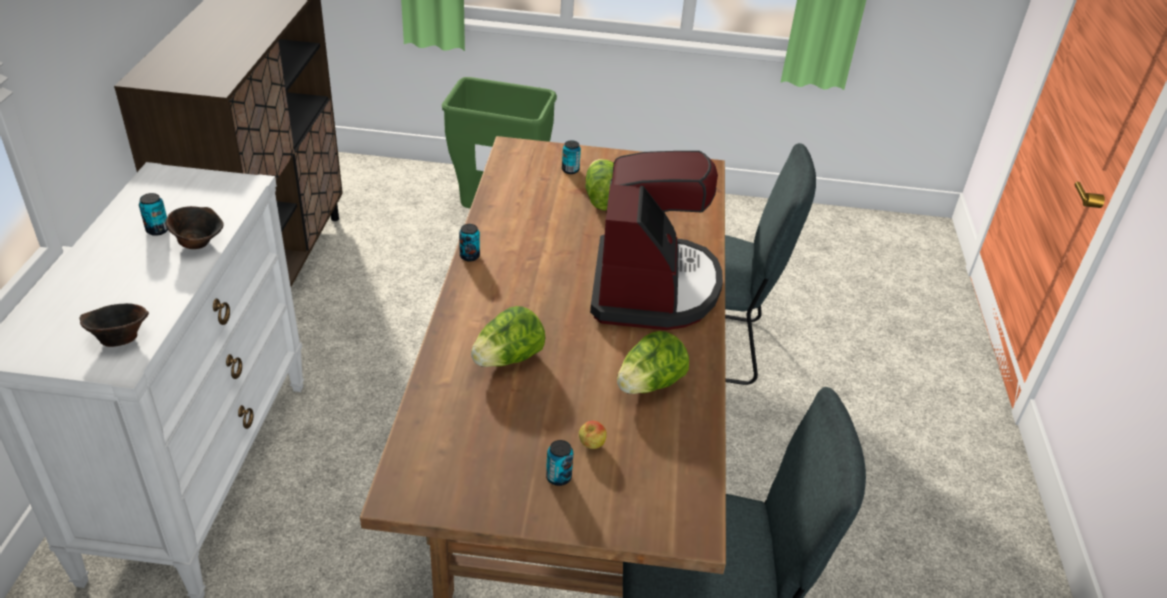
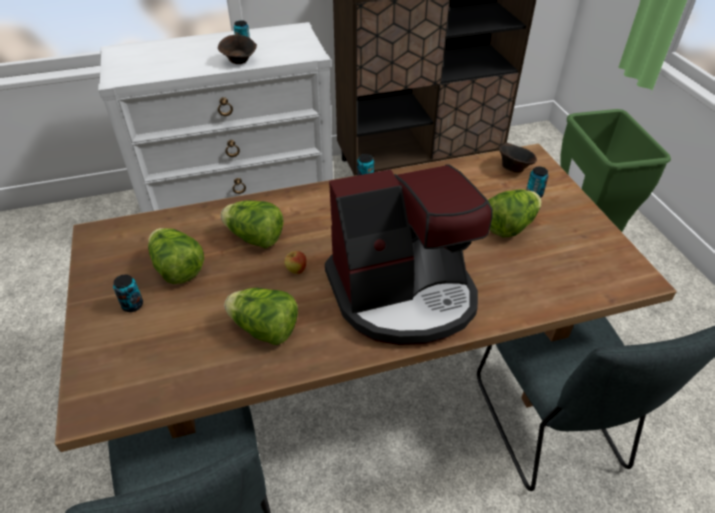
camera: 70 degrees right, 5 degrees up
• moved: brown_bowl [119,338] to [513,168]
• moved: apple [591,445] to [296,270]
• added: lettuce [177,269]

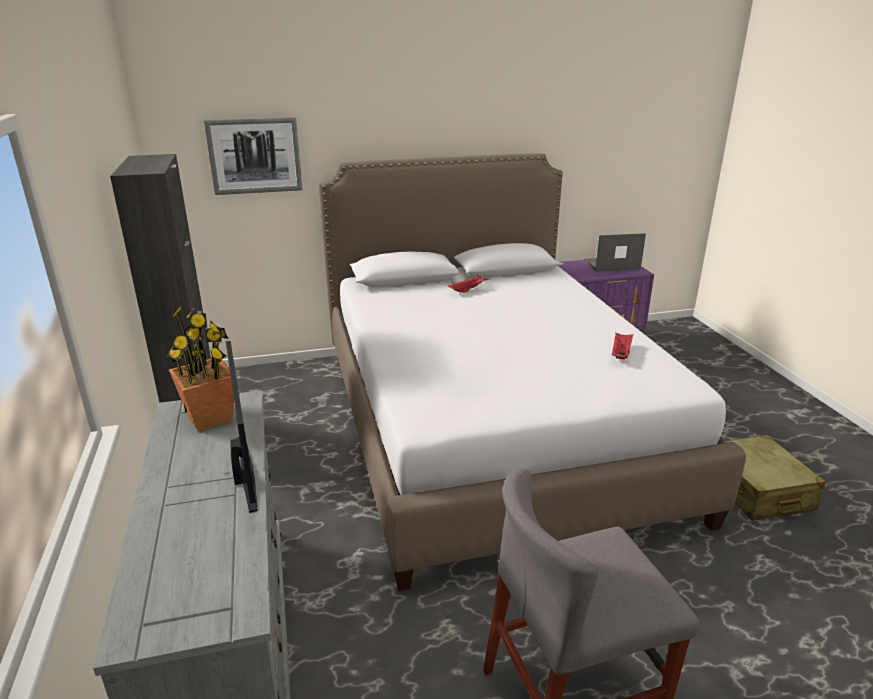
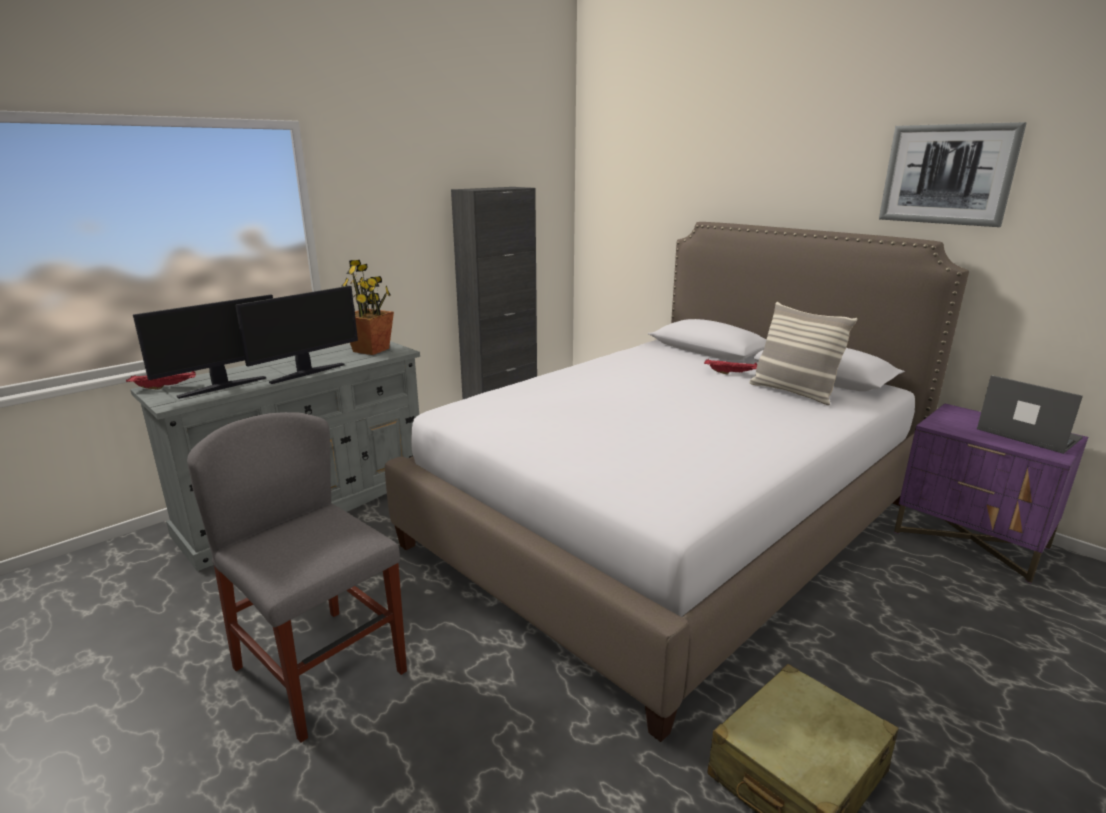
camera: 60 degrees right, 5 degrees down
• moved: picture [255,156] to [947,174]
• moved: red_tray [620,353] to [165,387]
• added: monitor [222,386]
• added: pillow [793,392]

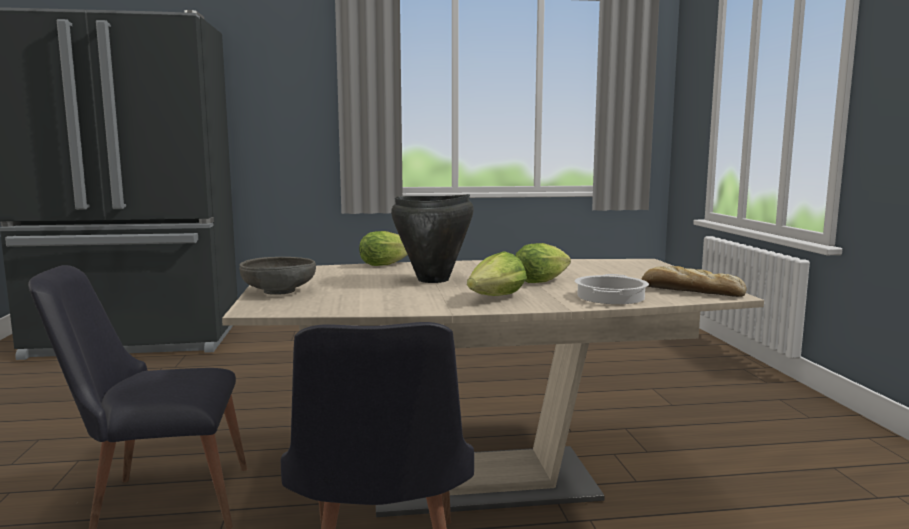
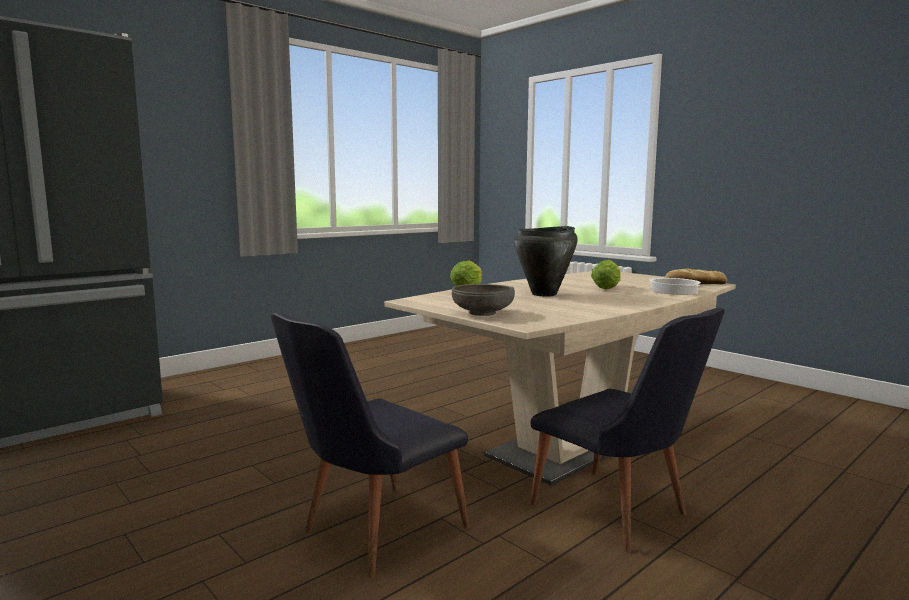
camera: 35 degrees left, 0 degrees up
• removed: lettuce [496,298]

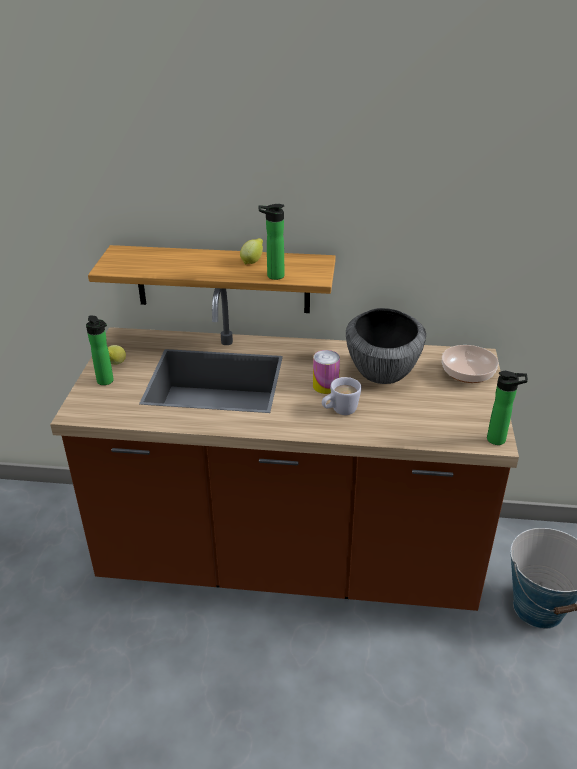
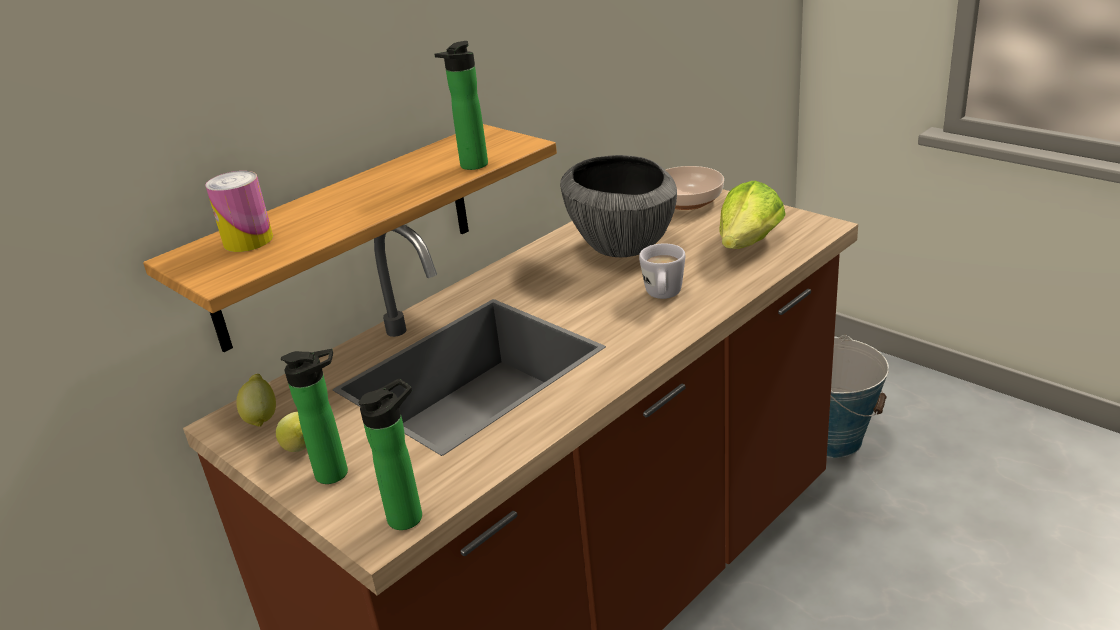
camera: 50 degrees left, 5 degrees down
• moved: lemon [252,261] to [261,417]
• moved: can [325,386] to [248,240]
• moved: bottle [499,440] to [410,515]
• added: lettuce [748,243]

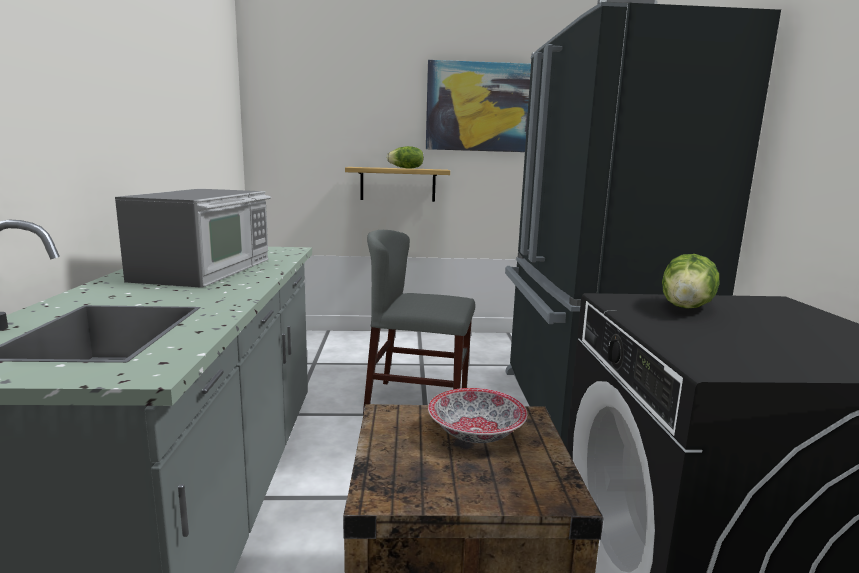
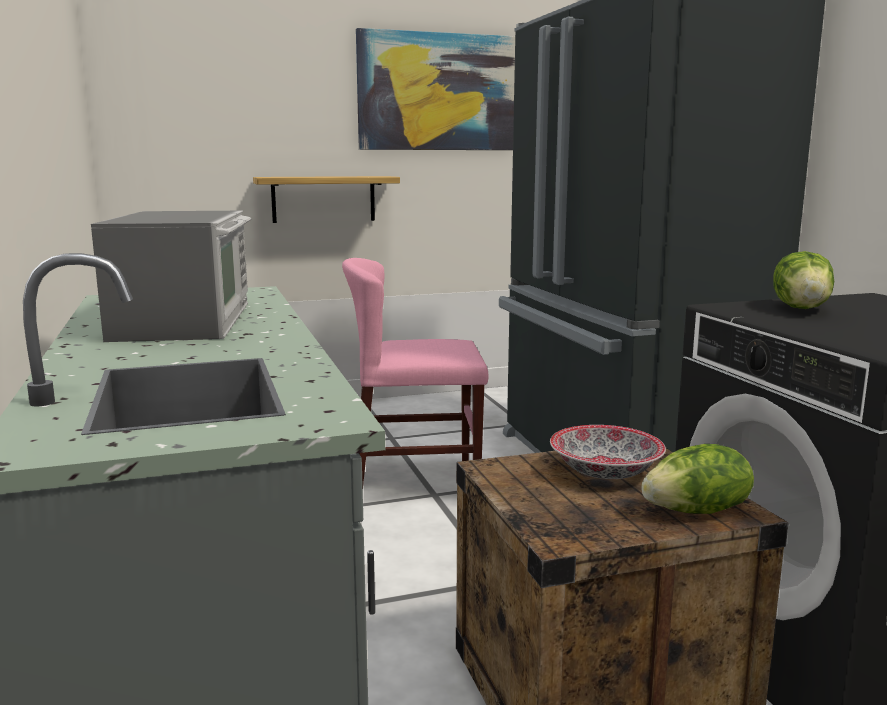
camera: 15 degrees left, 0 degrees up
• moved: lettuce [406,168] to [697,511]
• recoloured: grey_chair [418,402] to pink_chair [415,482]

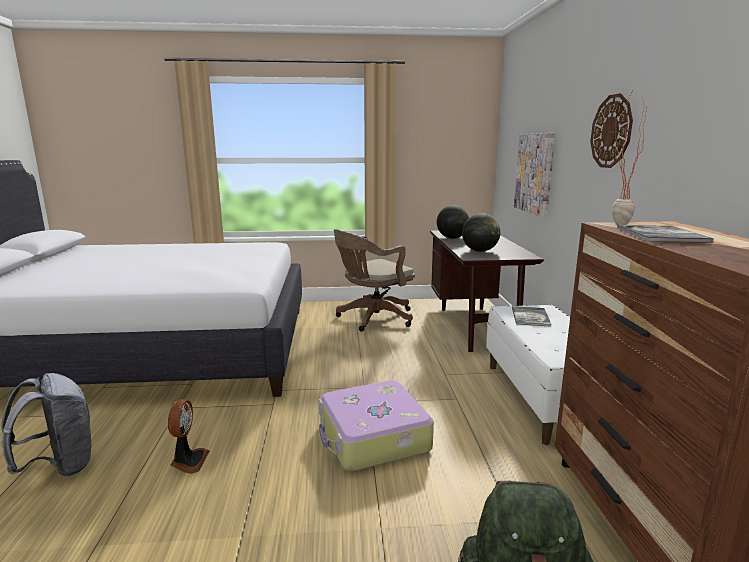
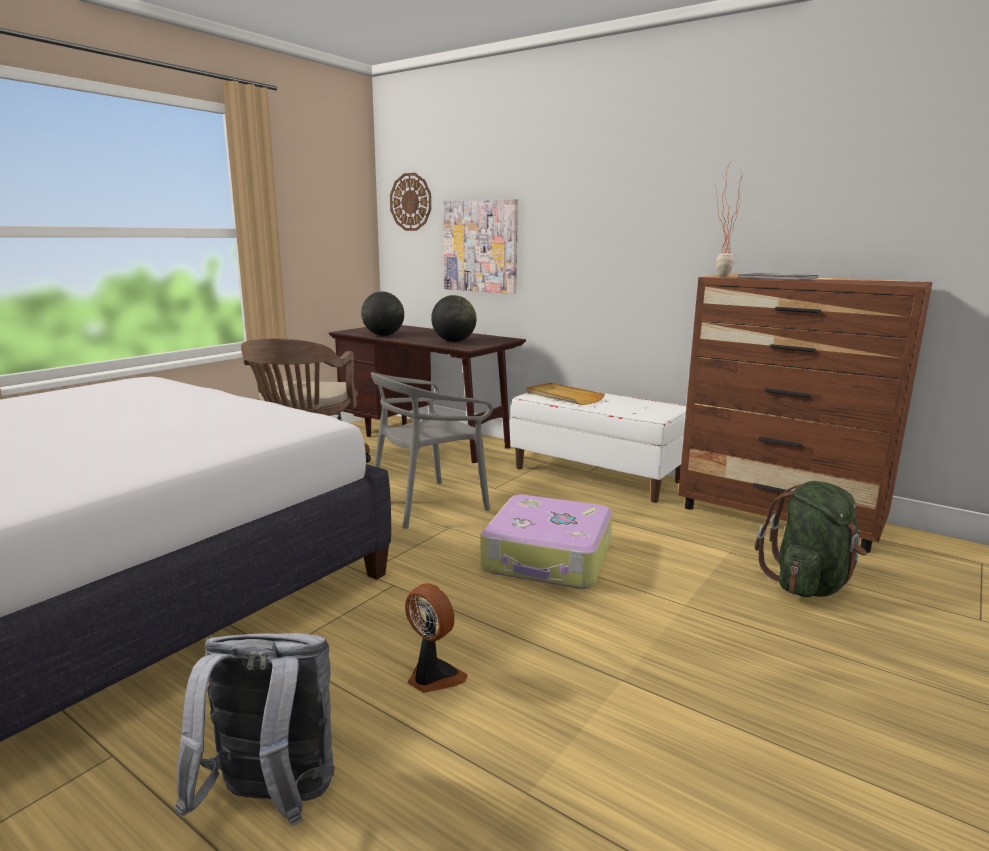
camera: 50 degrees left, 0 degrees up
• moved: wall_clock [611,131] to [411,202]
• replaced: book [530,317] to beige_tray [563,396]
• added: grey_chair [428,504]

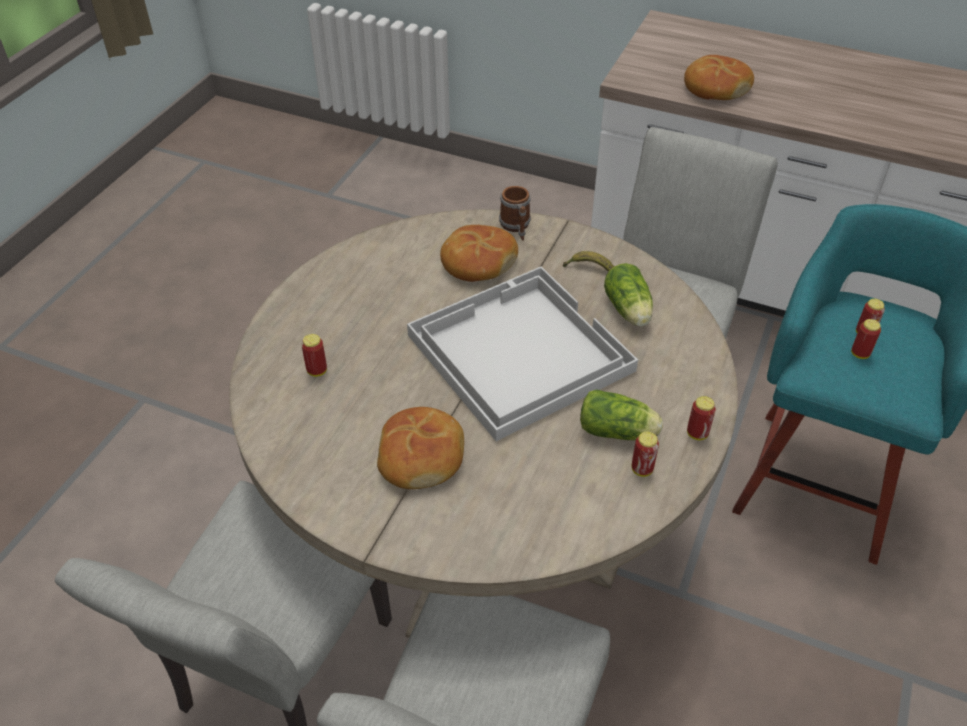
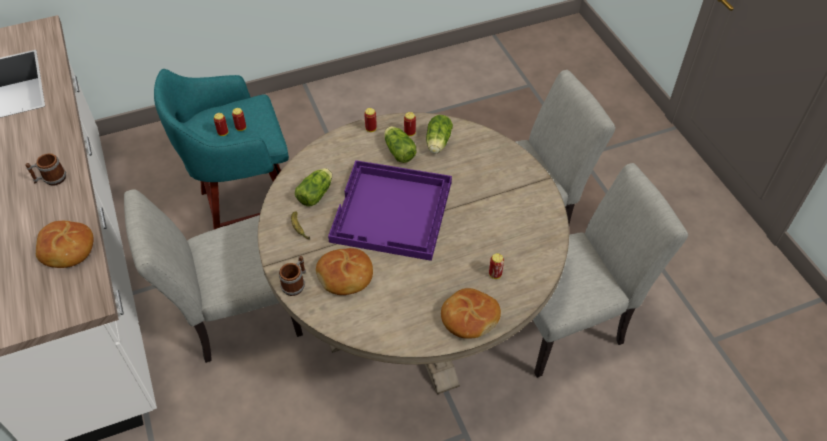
camera: 135 degrees left, 5 degrees up
• recoloured: white_tray [517,352] to purple_tray [392,212]
• moved: bread [422,456] to [469,318]
• added: lettuce [437,143]
• added: mug [51,179]

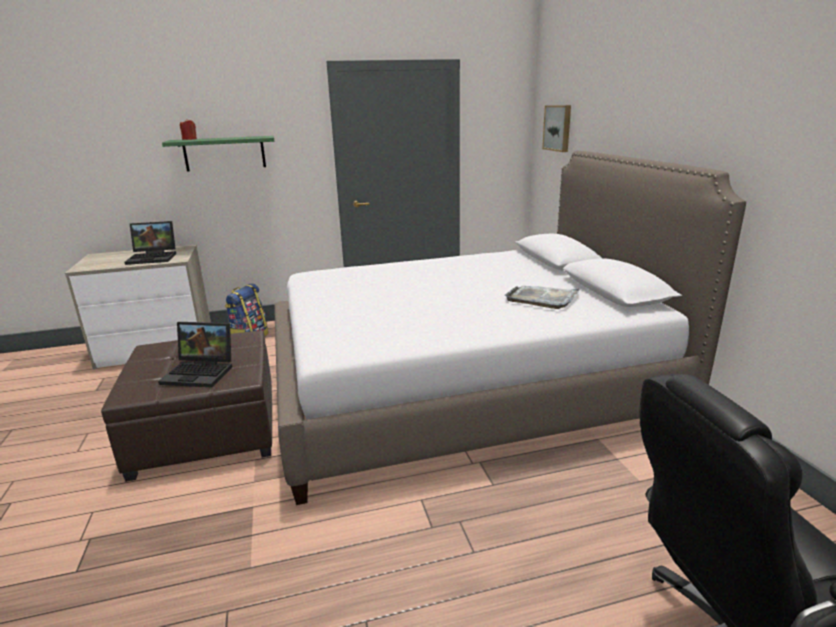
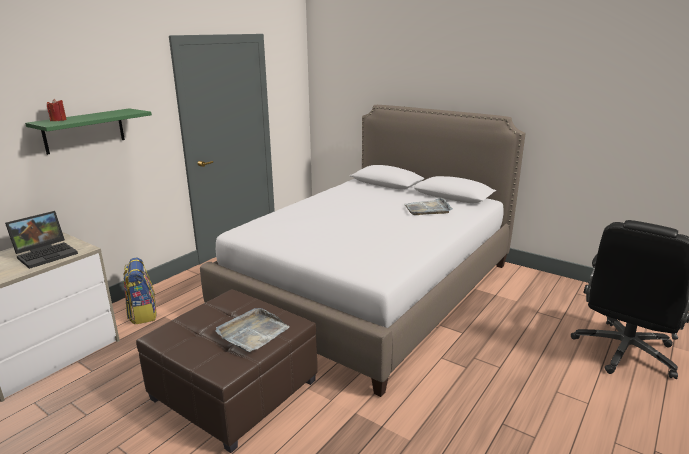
camera: 40 degrees left, 0 degrees up
• removed: picture [558,128]
• replaced: laptop [201,372] to grey_tray [252,332]

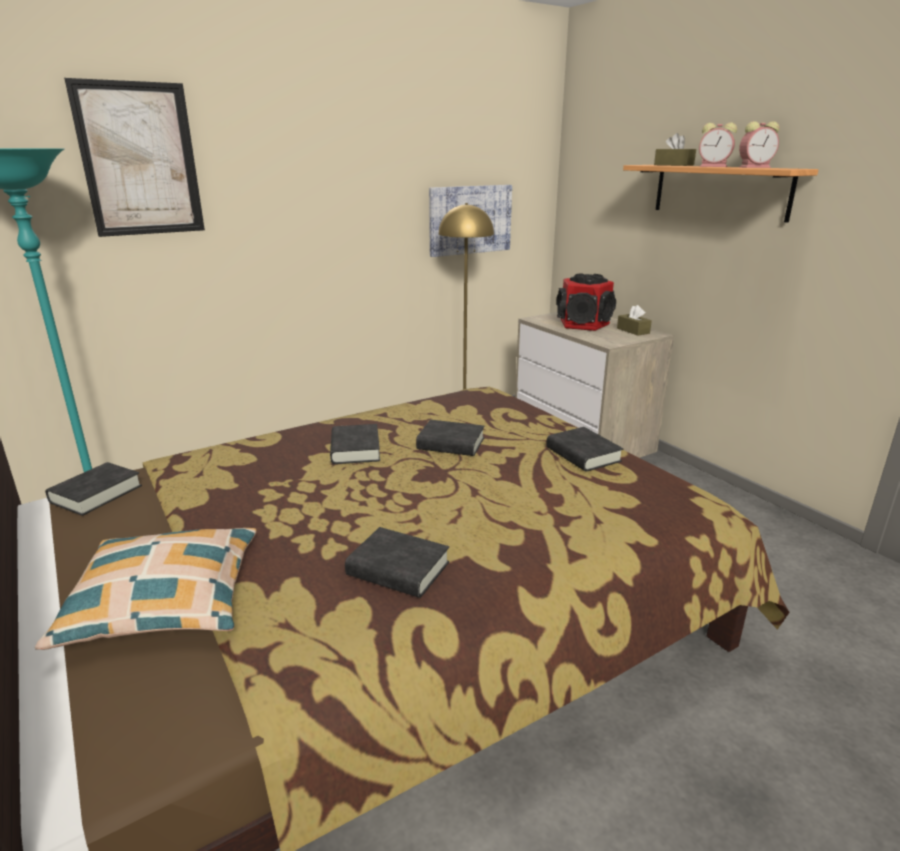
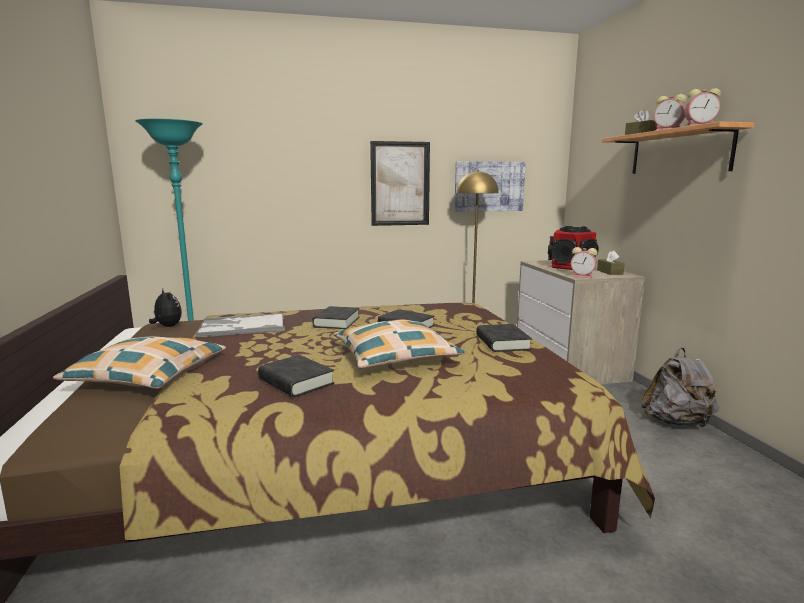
camera: 20 degrees right, 10 degrees down
• moved: picture [140,160] to [400,184]
• replaced: black_book [96,494] to plush_toy [167,326]
• added: alarm_clock [583,276]
• added: tray [242,326]
• added: pillow [395,356]
• added: grey_backpack [676,422]

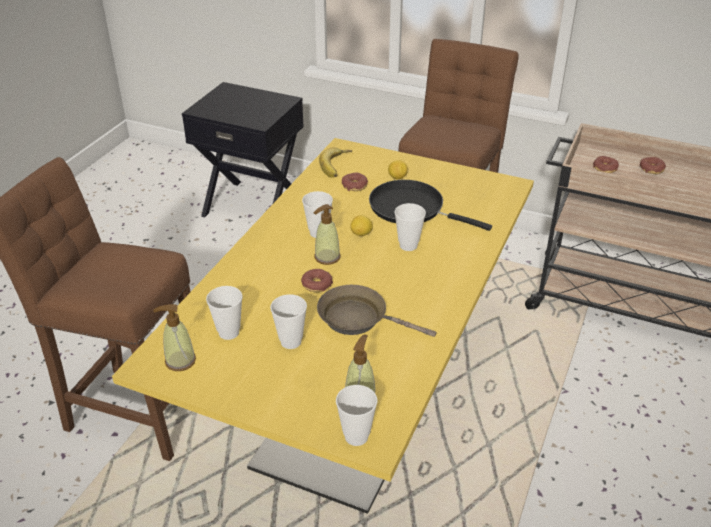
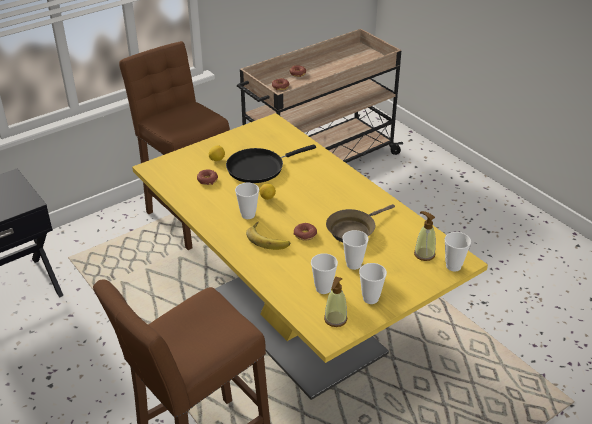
camera: 60 degrees left, 0 degrees up
• moved: banana [338,166] to [269,238]
• moved: cup [408,245] to [370,298]
• removed: soap_dispenser [327,257]

